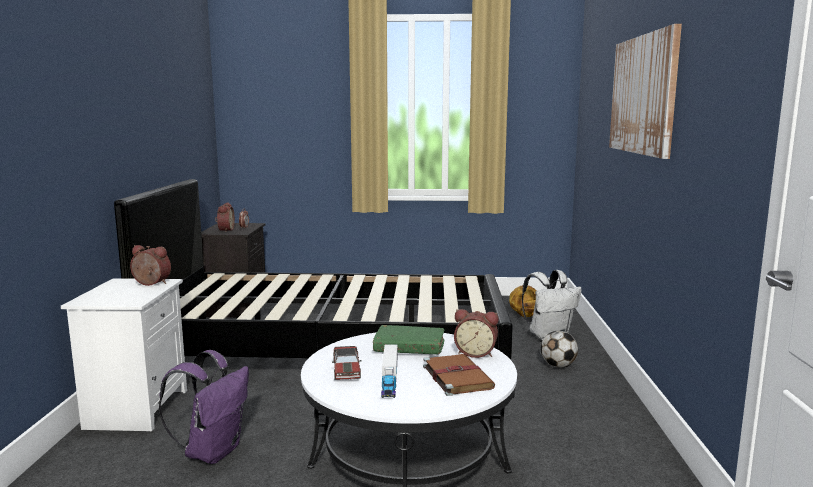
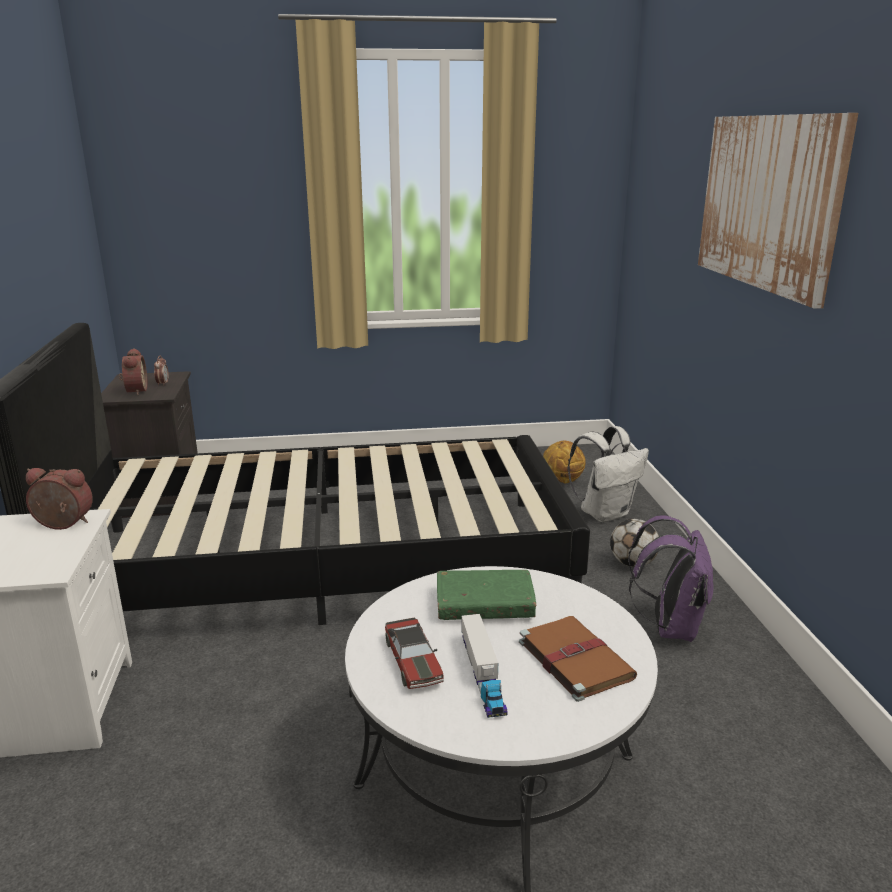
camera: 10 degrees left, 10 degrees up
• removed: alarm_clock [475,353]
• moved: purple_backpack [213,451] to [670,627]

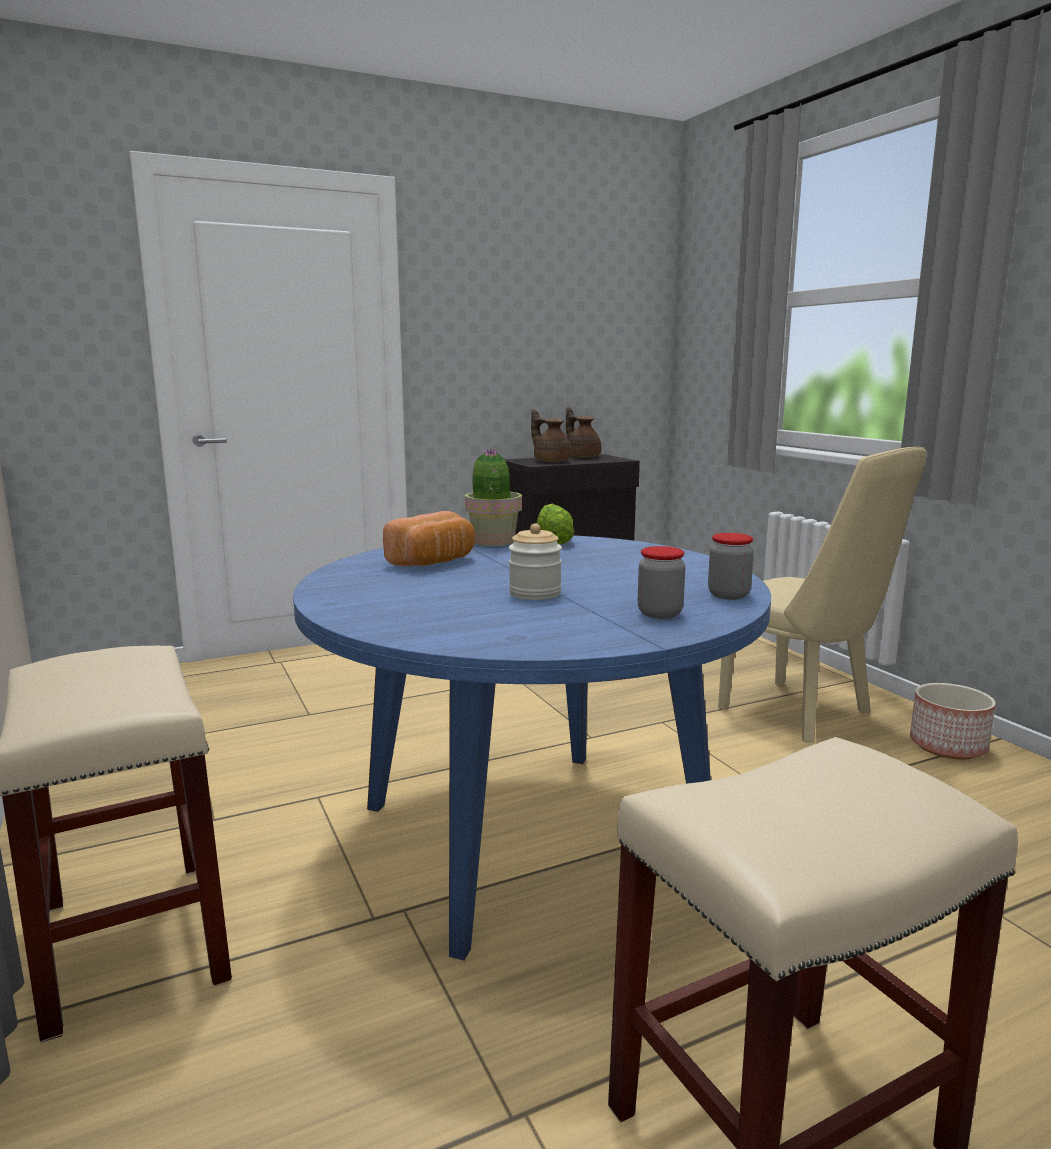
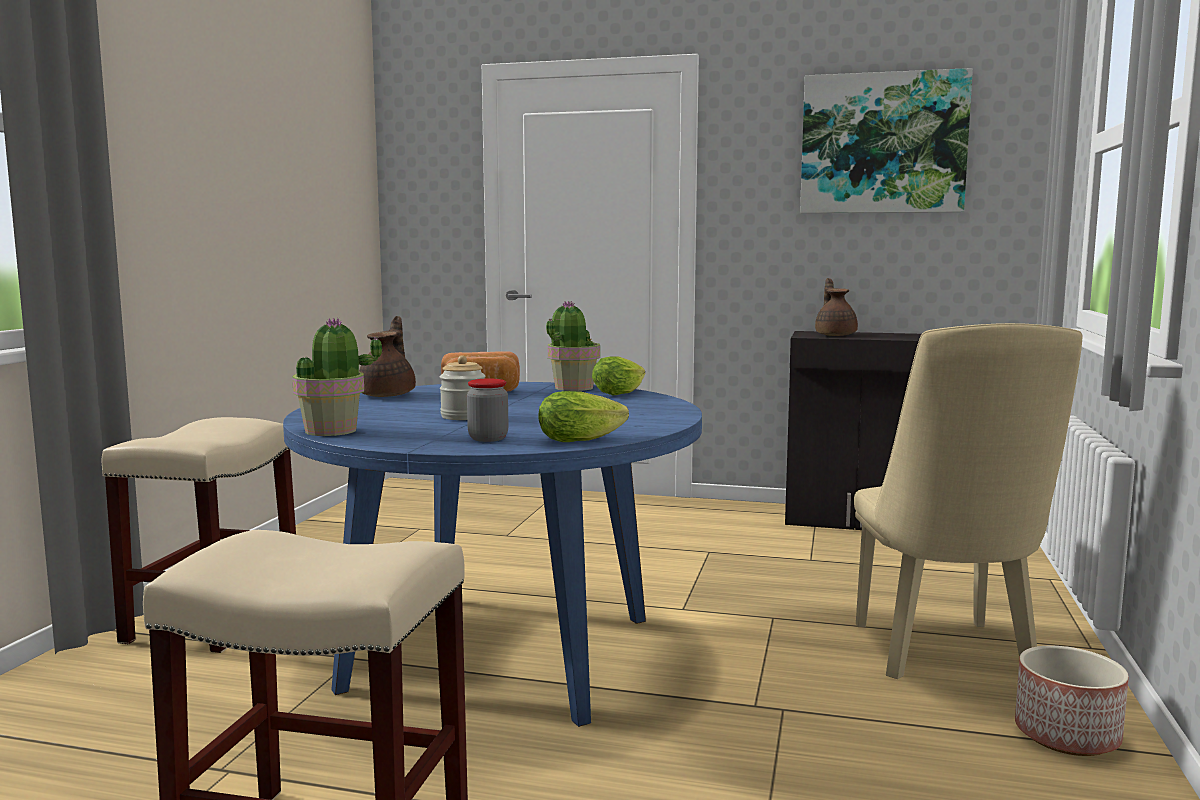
camera: 40 degrees right, 5 degrees down
• moved: brown_teapot [582,457] to [389,395]
• replaced: jar [728,595] to lettuce [585,439]
• added: picture [883,143]
• added: potted_plant [332,431]

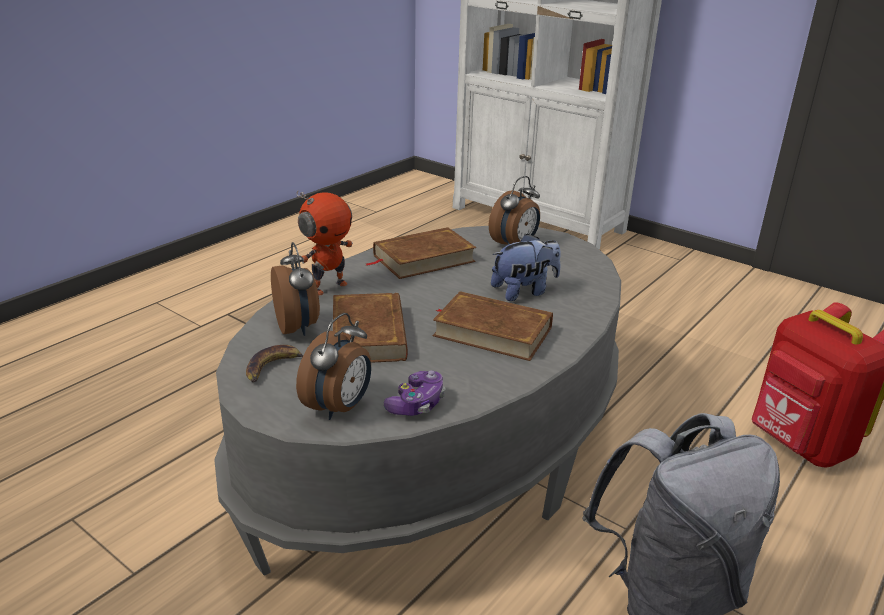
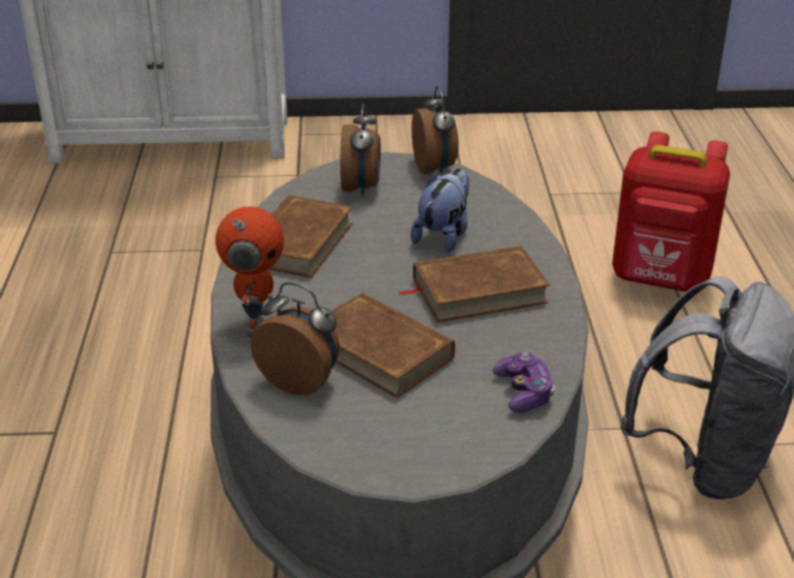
camera: 40 degrees left, 5 degrees up
• moved: alarm_clock [339,408] to [435,169]
• removed: banana [274,368]

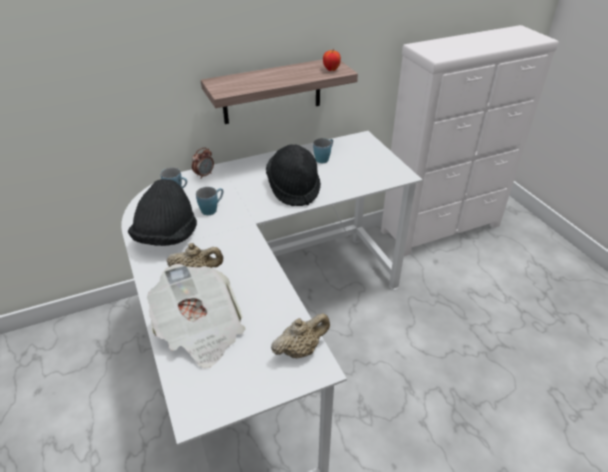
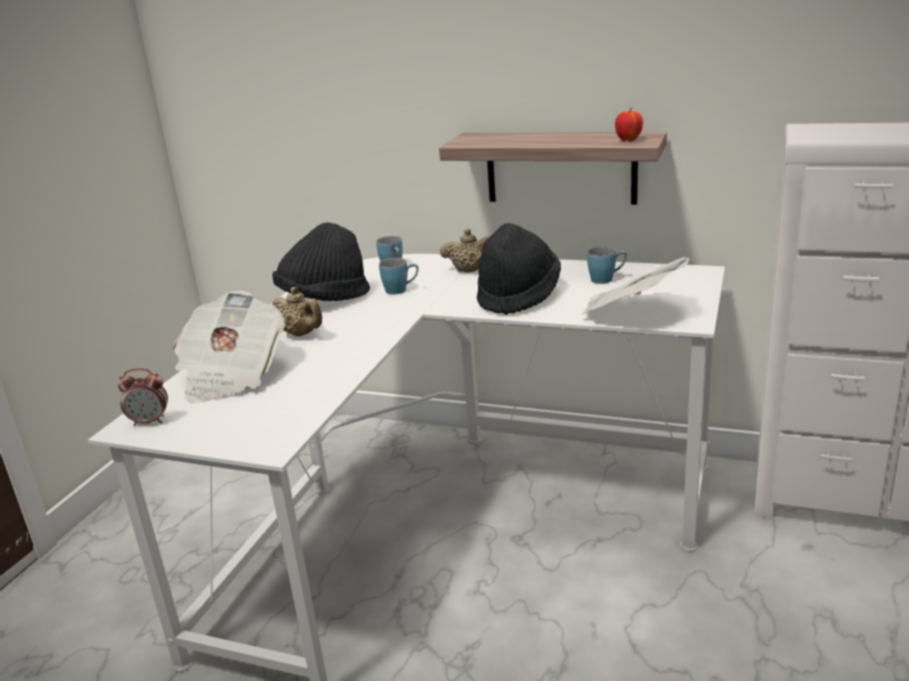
camera: 45 degrees right, 15 degrees down
• moved: alarm_clock [204,175] to [150,422]
• moved: beige_teapot [300,349] to [471,270]
• added: newspaper [631,312]

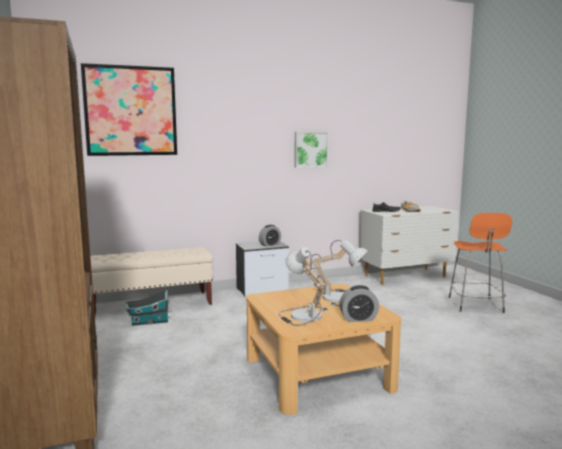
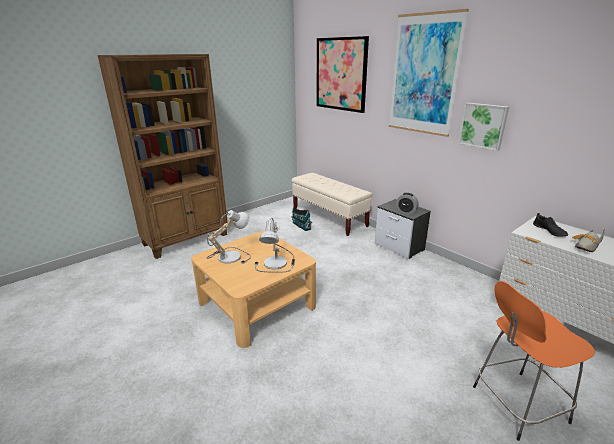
camera: 70 degrees right, 15 degrees up
• removed: alarm_clock [358,319]
• added: picture [424,75]

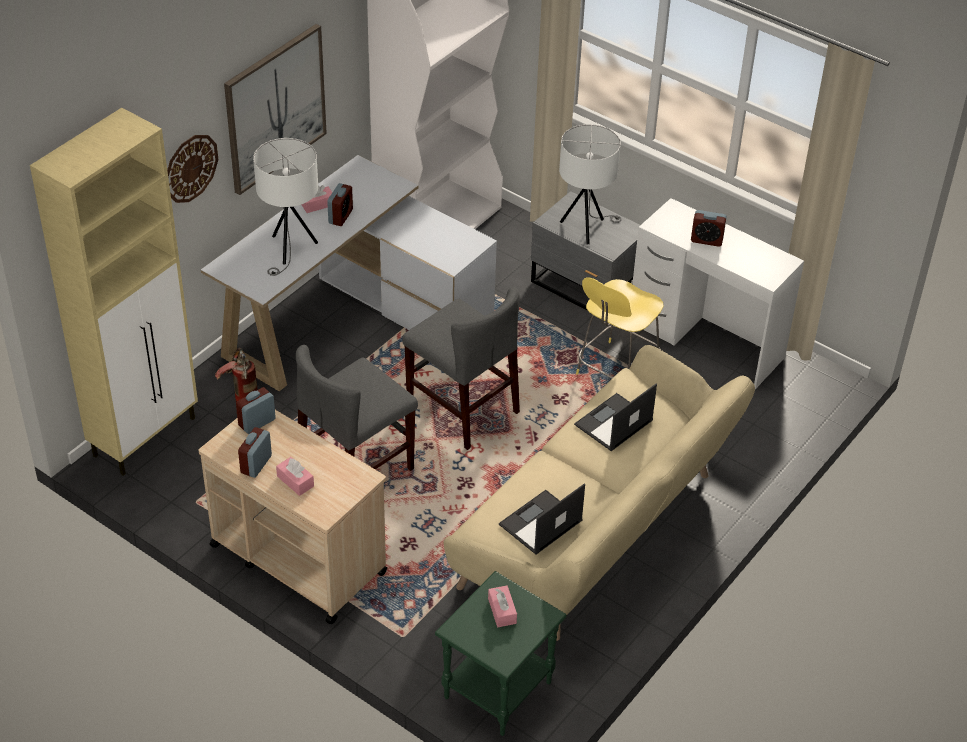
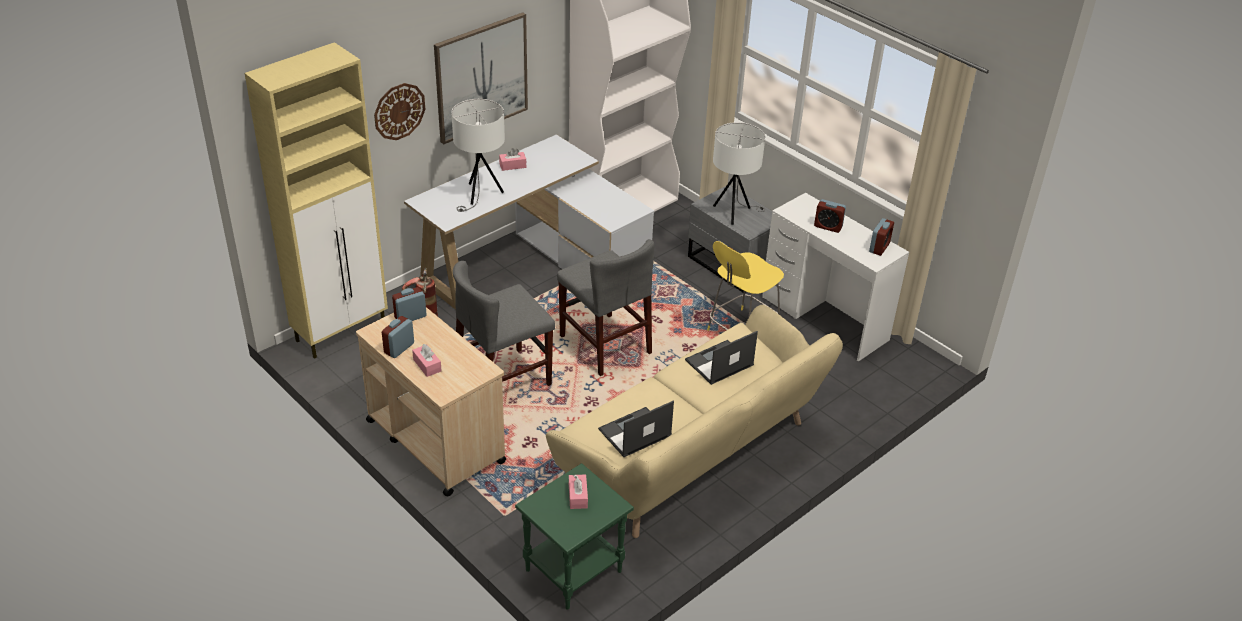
camera: 10 degrees right, 5 degrees down
• moved: alarm_clock [340,216] to [879,247]

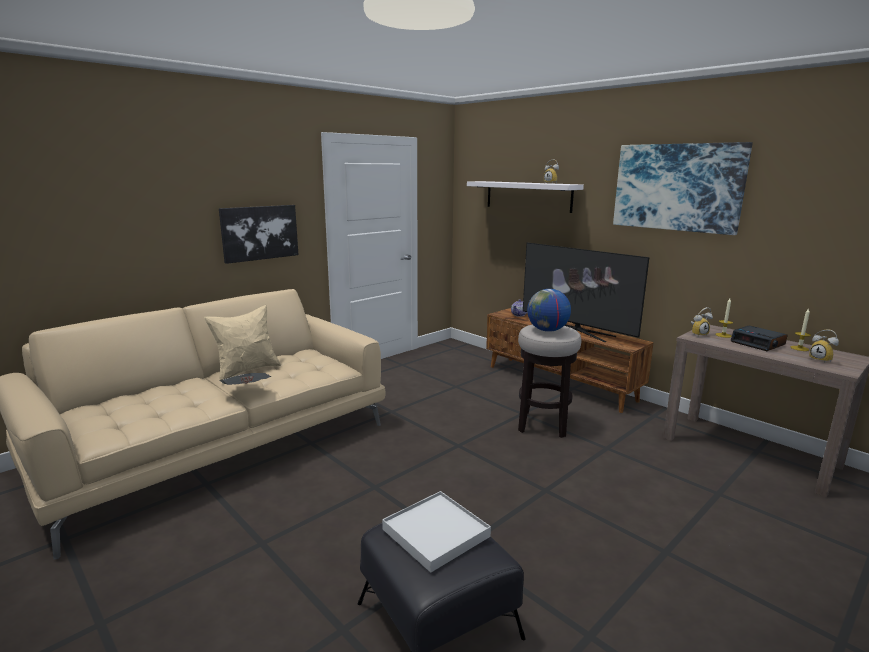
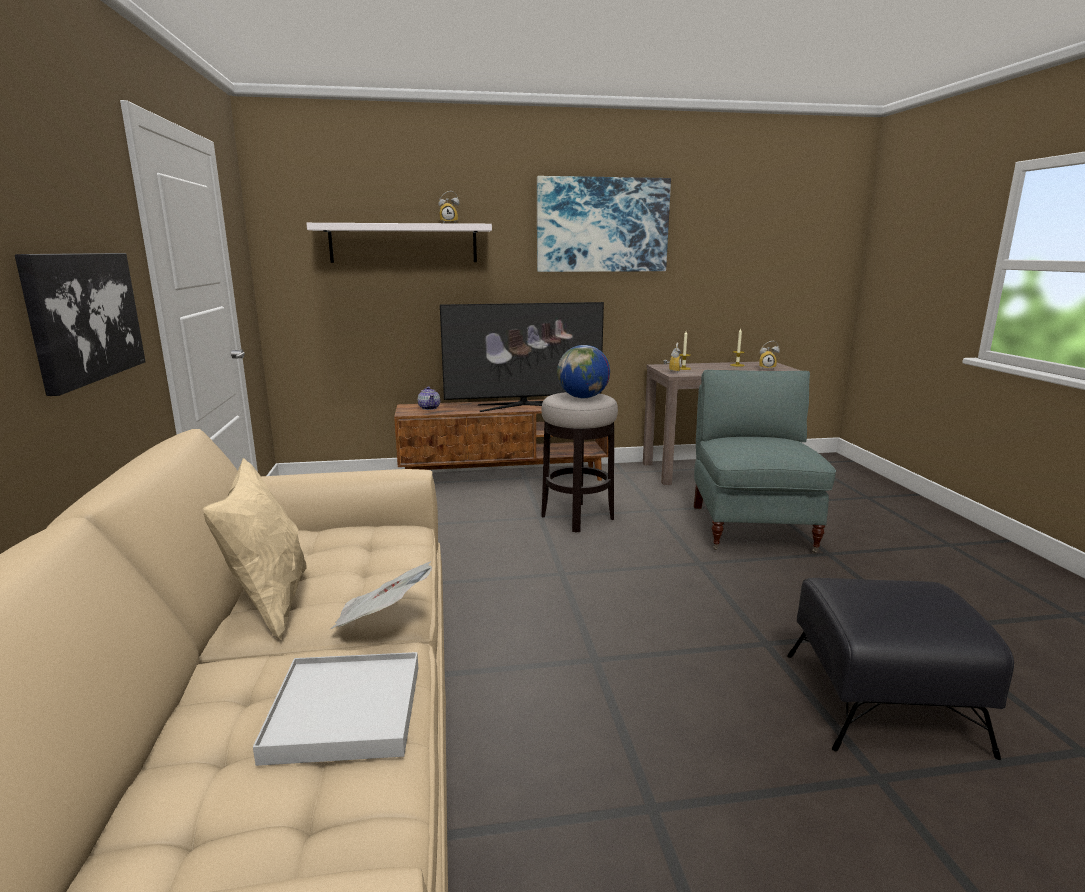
camera: 55 degrees left, 0 degrees up
• removed: alarm_clock [758,343]
• moved: white_tray [435,533] to [344,712]
• added: grey_armchair [751,528]

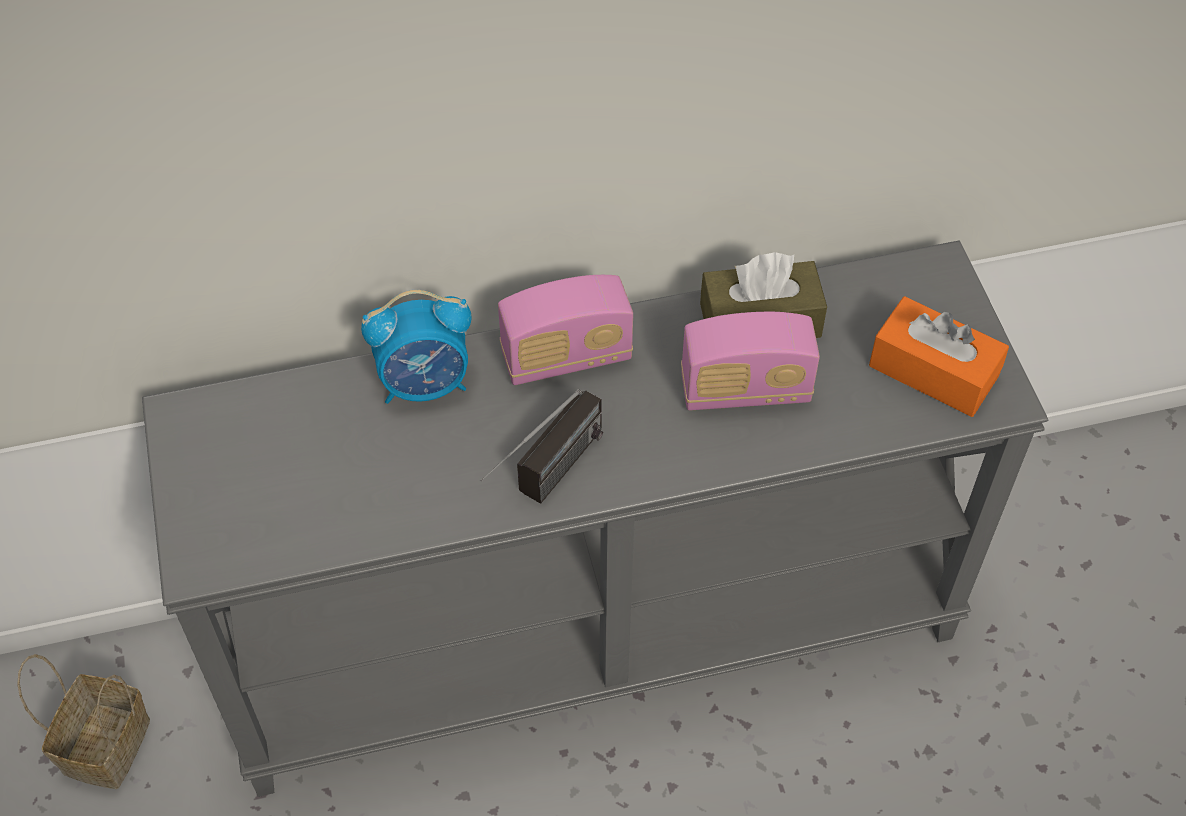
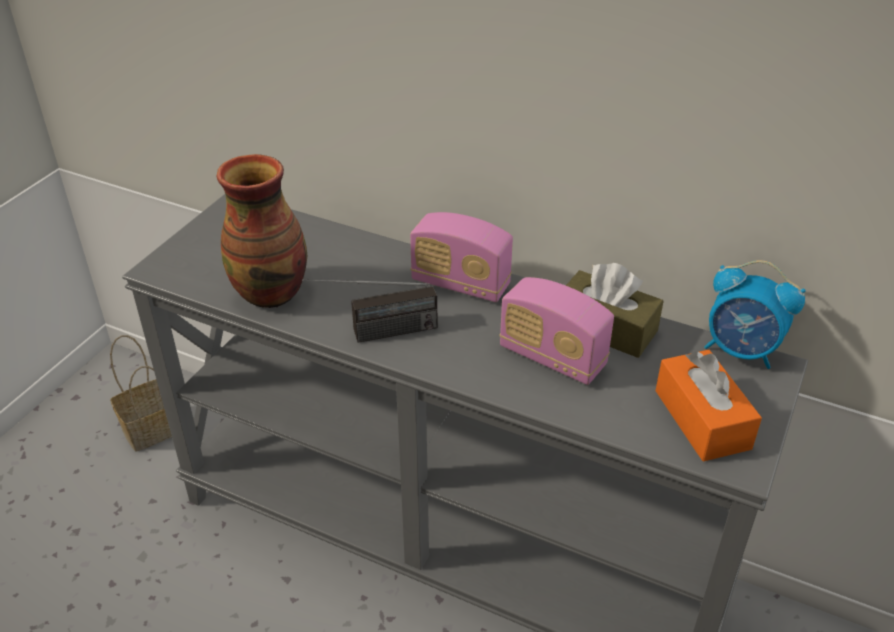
camera: 40 degrees right, 15 degrees down
• moved: alarm_clock [425,383] to [741,351]
• added: vase [272,292]

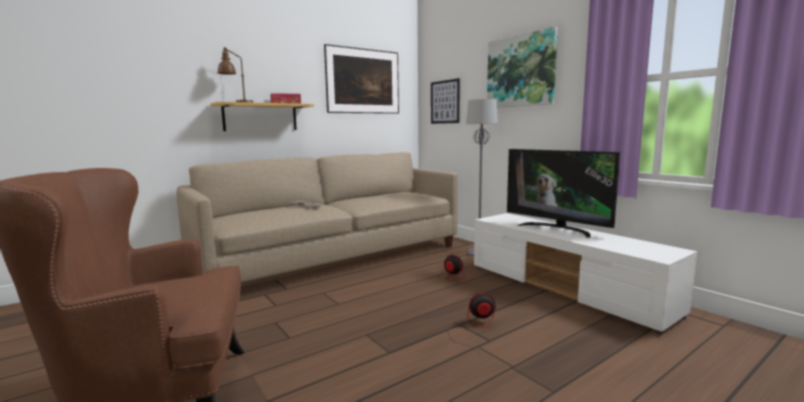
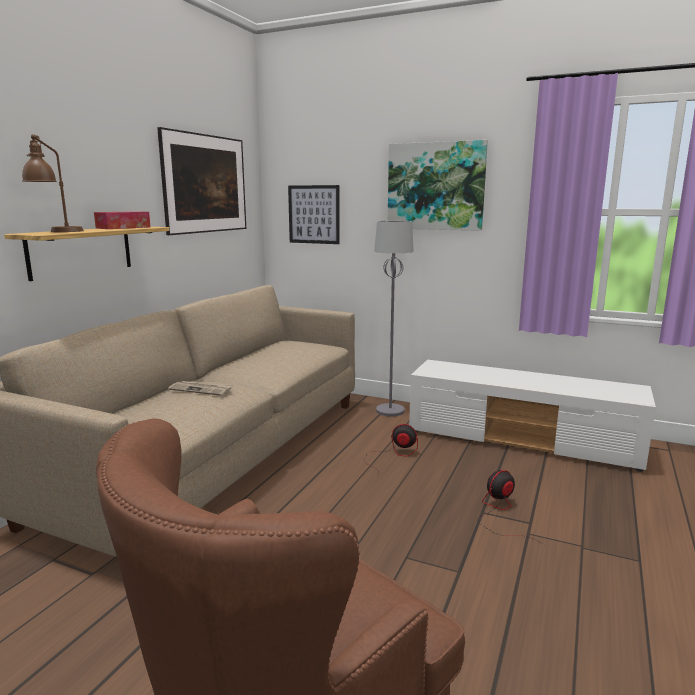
camera: 30 degrees left, 5 degrees up
• removed: television [557,229]

